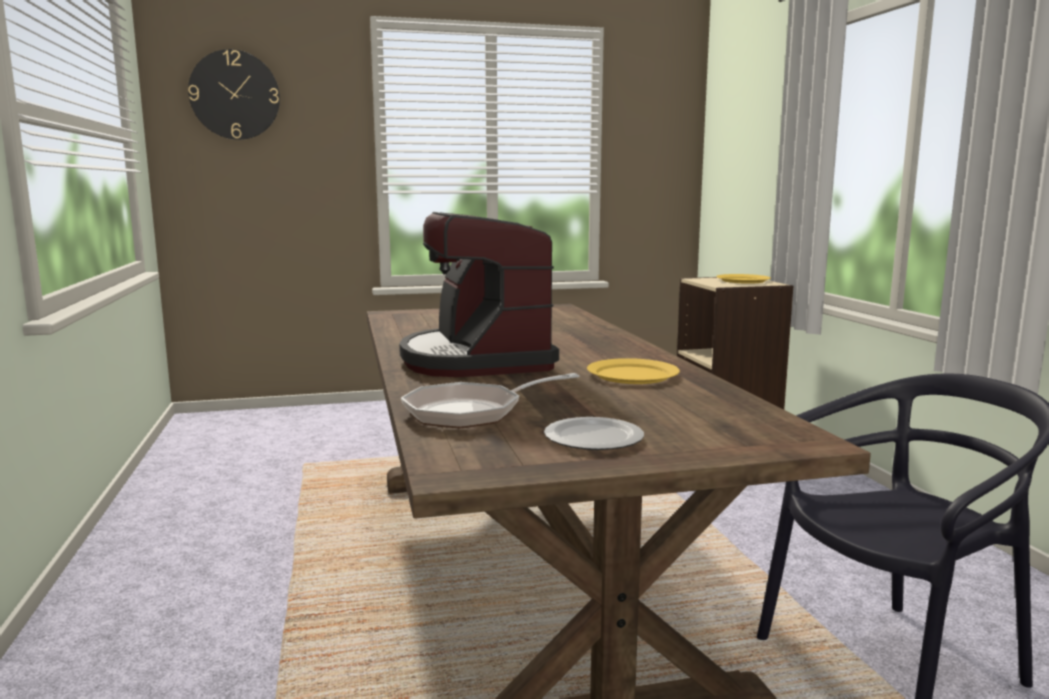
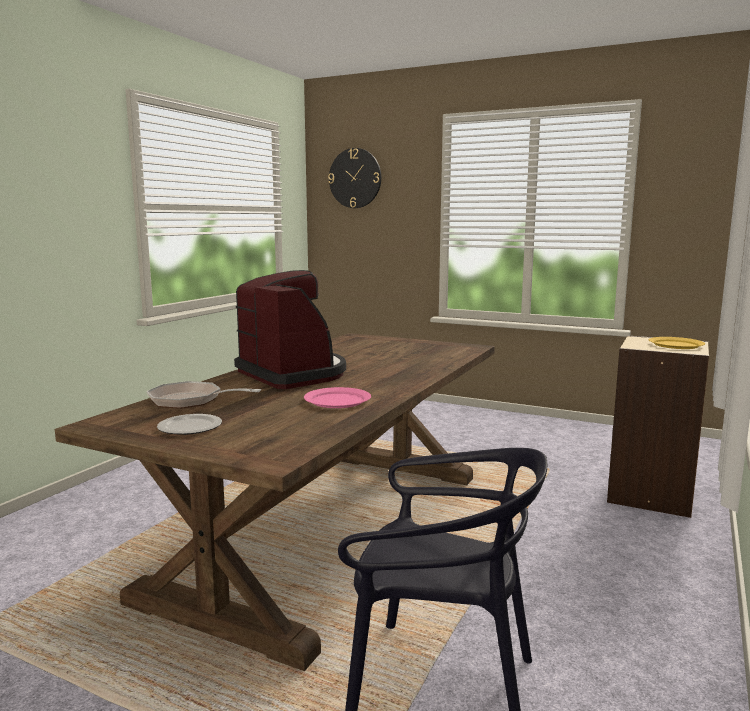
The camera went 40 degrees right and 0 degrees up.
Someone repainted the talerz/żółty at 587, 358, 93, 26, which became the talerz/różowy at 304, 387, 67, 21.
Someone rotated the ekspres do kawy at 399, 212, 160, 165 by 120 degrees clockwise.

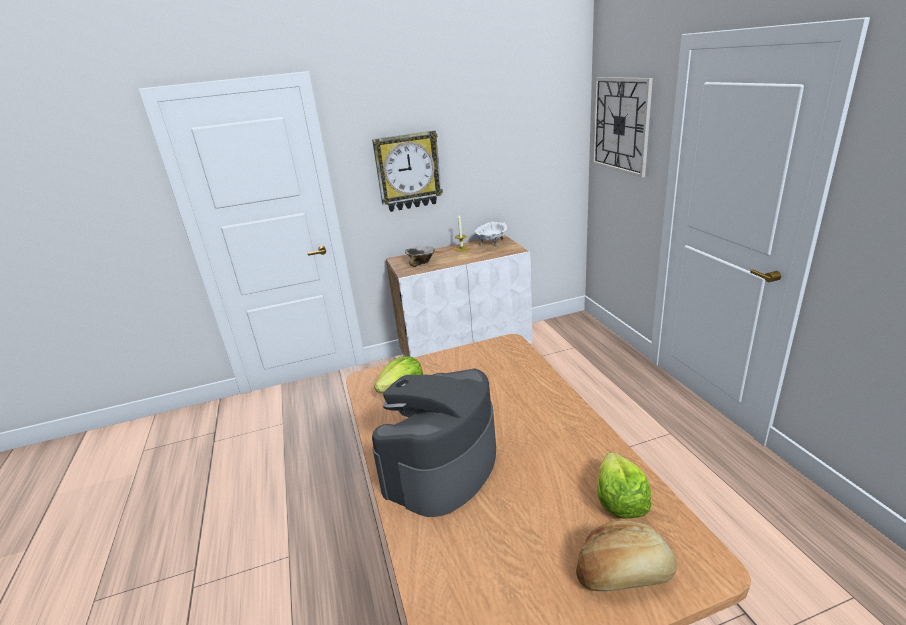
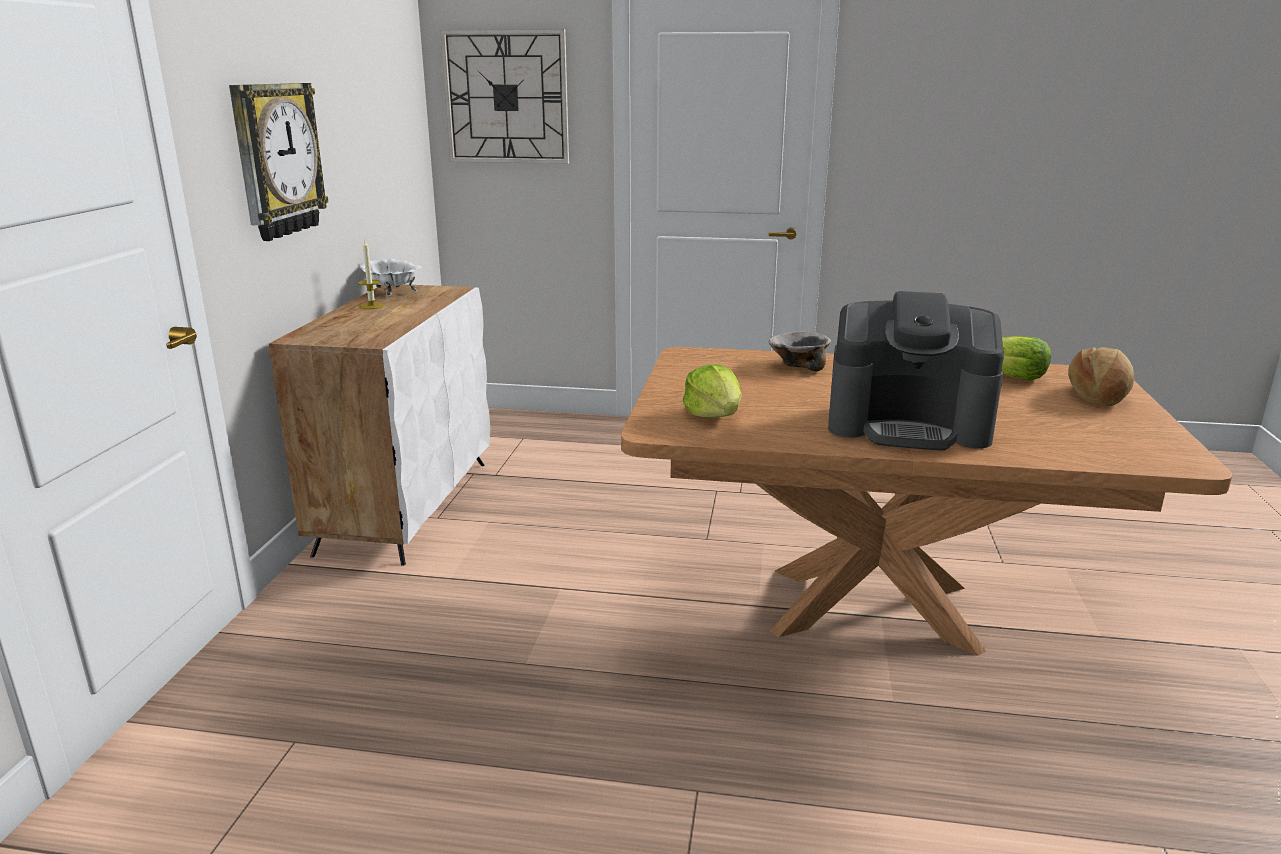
The camera went 65 degrees left and 5 degrees down.
Someone carried the miska from 405, 246, 30, 21 to 769, 331, 62, 40.
Someone rotated the ekspres do kawy at 372, 368, 124, 149 by 45 degrees counterclockwise.

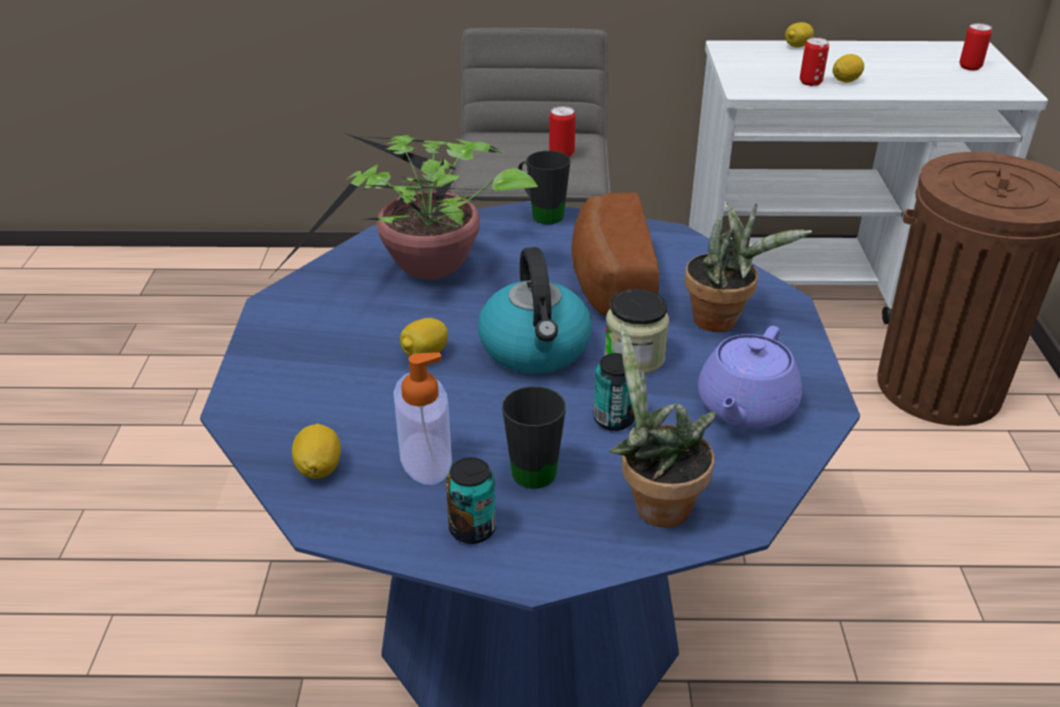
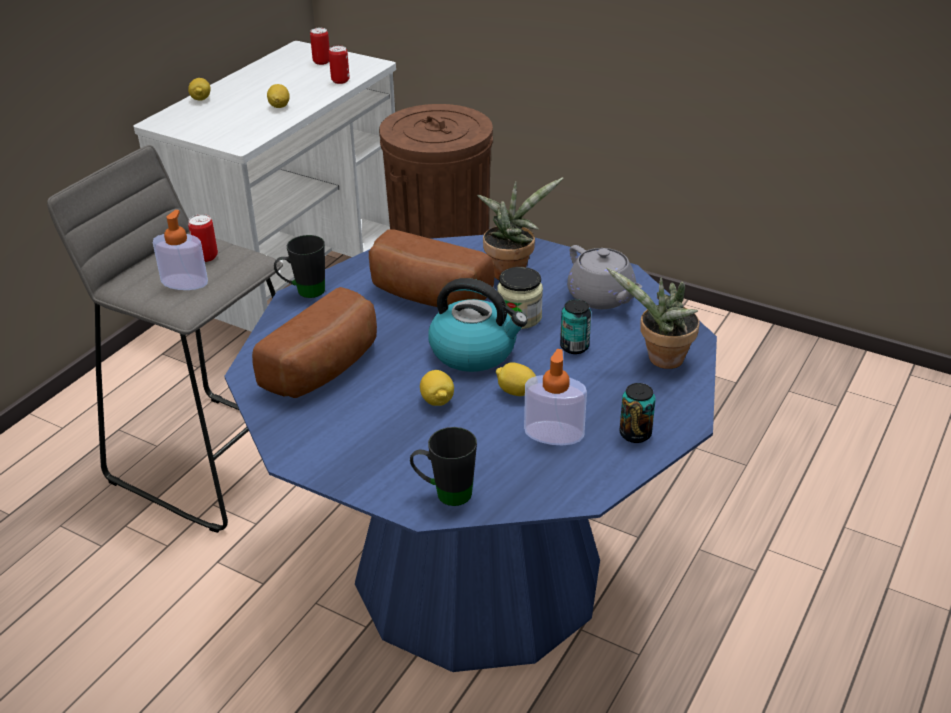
The camera went 60 degrees left and 0 degrees up.
Someone put down the dozownik mydła at 153, 210, 55, 80.
Someone carried the cytryna from 292, 424, 49, 55 to 496, 362, 40, 34.
Someone carried the kubek/czarny from 502, 386, 64, 103 to 410, 427, 67, 79.
Someone carried the puszka from 800, 37, 29, 49 to 329, 45, 21, 39.
Someone swapped the roślina doniczkowa at 272, 133, 266, 147 for the chleb at 252, 287, 125, 111.
Someone repainted the imbryk/fioletowy at 698, 326, 104, 103, which became the imbryk/szary at 567, 245, 75, 64.

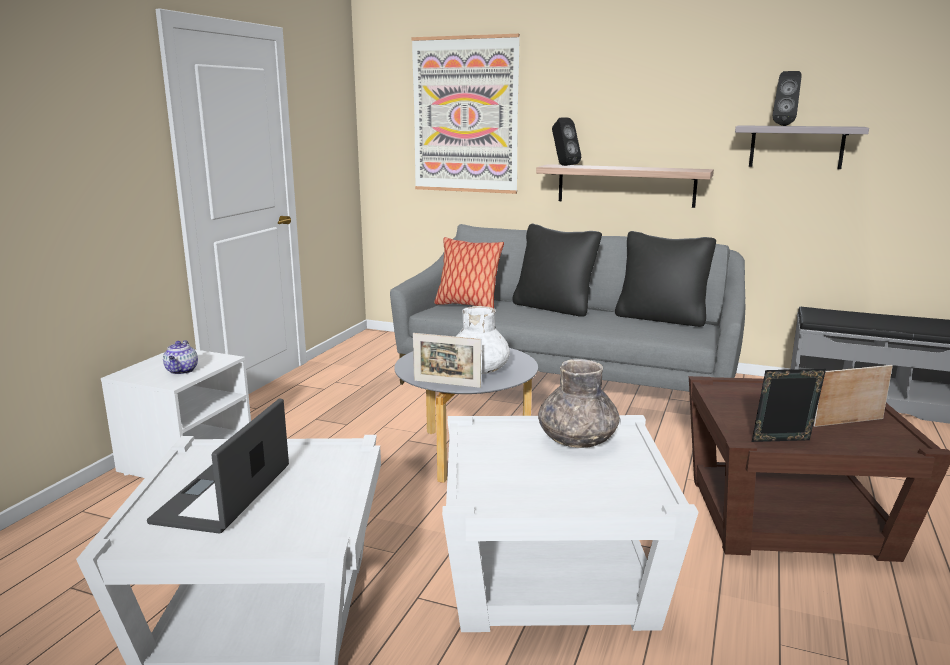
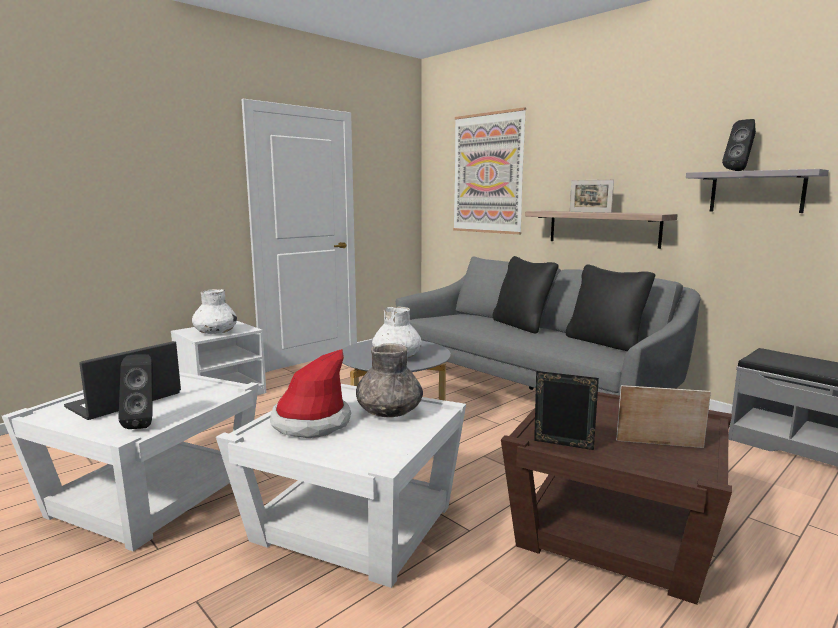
The camera went 25 degrees right and 5 degrees down.
Someone took away the poduszka at 434, 237, 70, 71.
Someone put down the kapelusz at 270, 349, 81, 89.
Someone carried the ramka na zdjęcie from 413, 333, 68, 55 to 570, 179, 44, 34.
Someone carried the głośnik/czarny from 552, 117, 29, 49 to 119, 354, 34, 75.
Someone swapped the imbryk at 163, 340, 35, 35 for the wazon/biały at 192, 289, 45, 45.

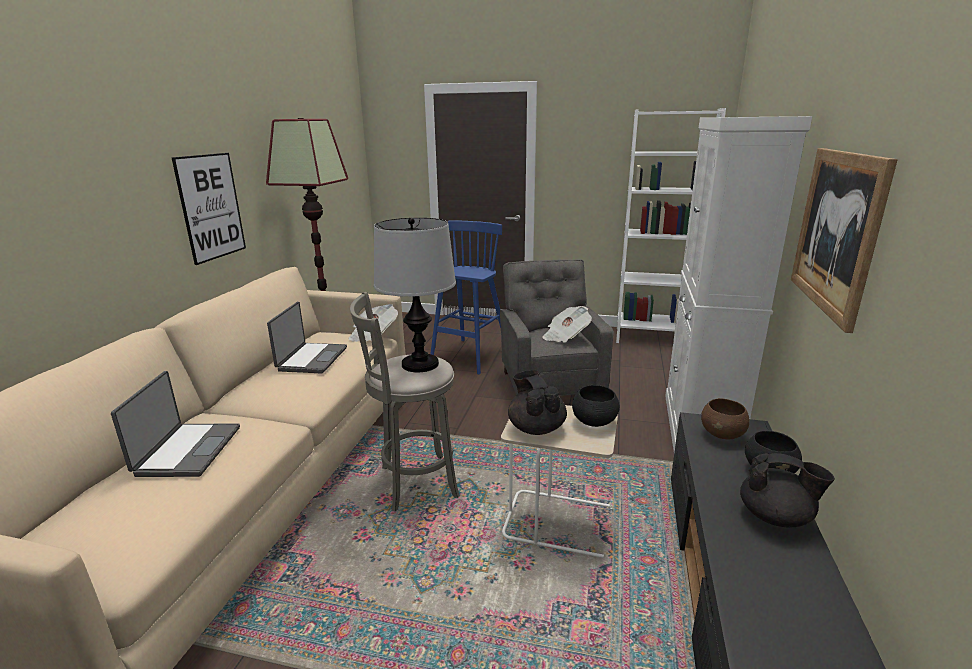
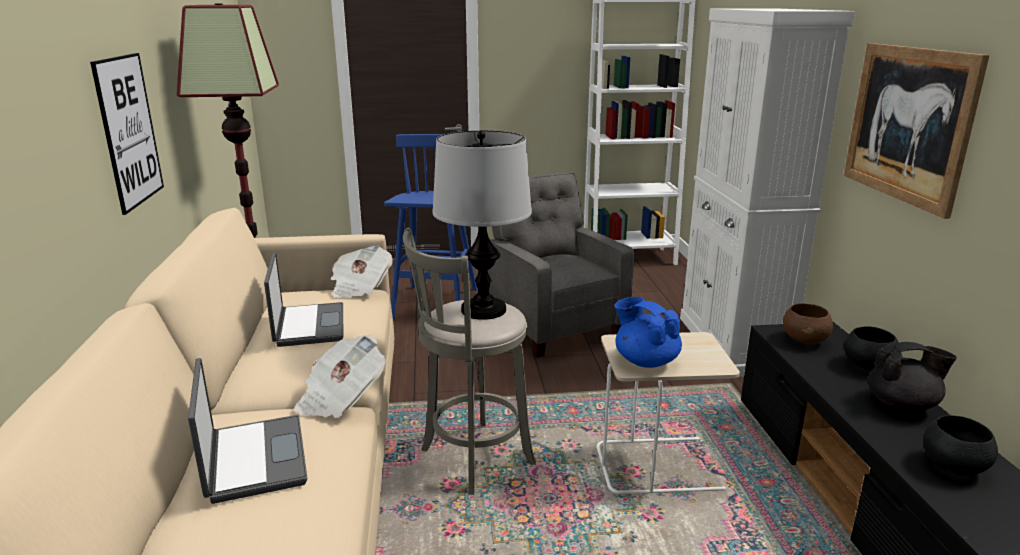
The camera went 20 degrees left and 0 degrees up.
Someone carried the gazeta from 542, 306, 50, 37 to 294, 335, 91, 83.
Someone carried the miska/czarny from 572, 385, 48, 42 to 923, 415, 75, 60.
Someone repainted the imbryk/czarny at 508, 370, 59, 65, which became the imbryk/niebieski at 615, 297, 67, 71.

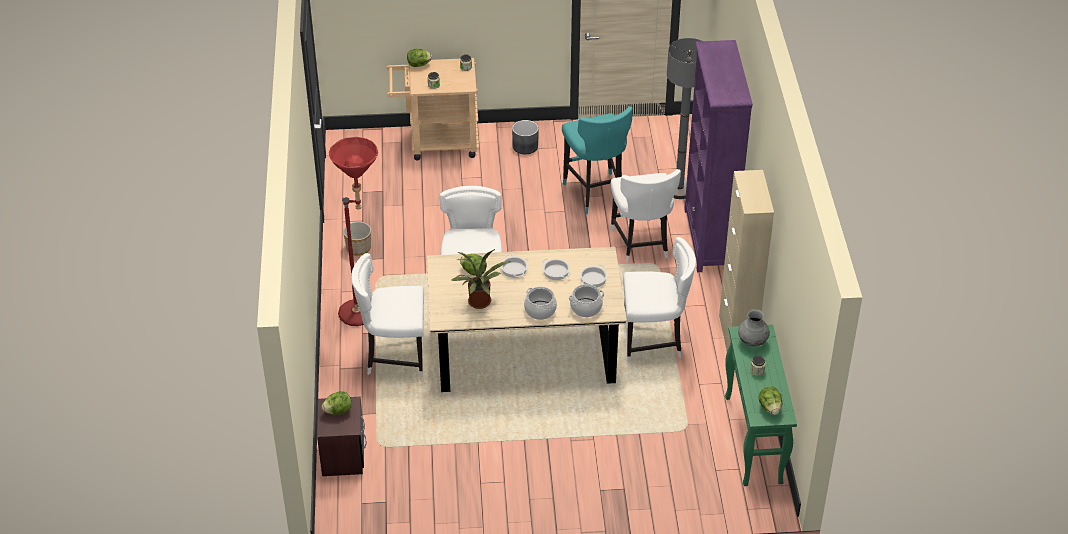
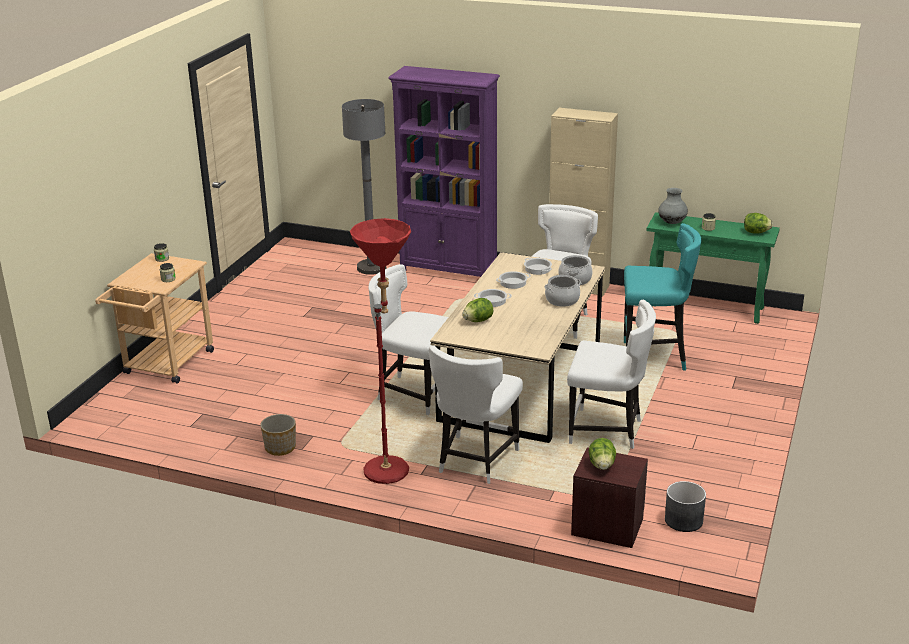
The camera went 65 degrees left and 15 degrees down.
Someone took away the sałata at 407, 49, 25, 18.
Someone took away the roślina doniczkowa at 451, 249, 60, 60.
Someone carried the donica/szary from 512, 120, 26, 34 to 665, 481, 41, 51.
Someone carried the stołek/turkusowy from 562, 106, 71, 108 to 624, 223, 78, 148.
Someone carried the krzesło/biały from 611, 169, 70, 94 to 567, 300, 89, 149.

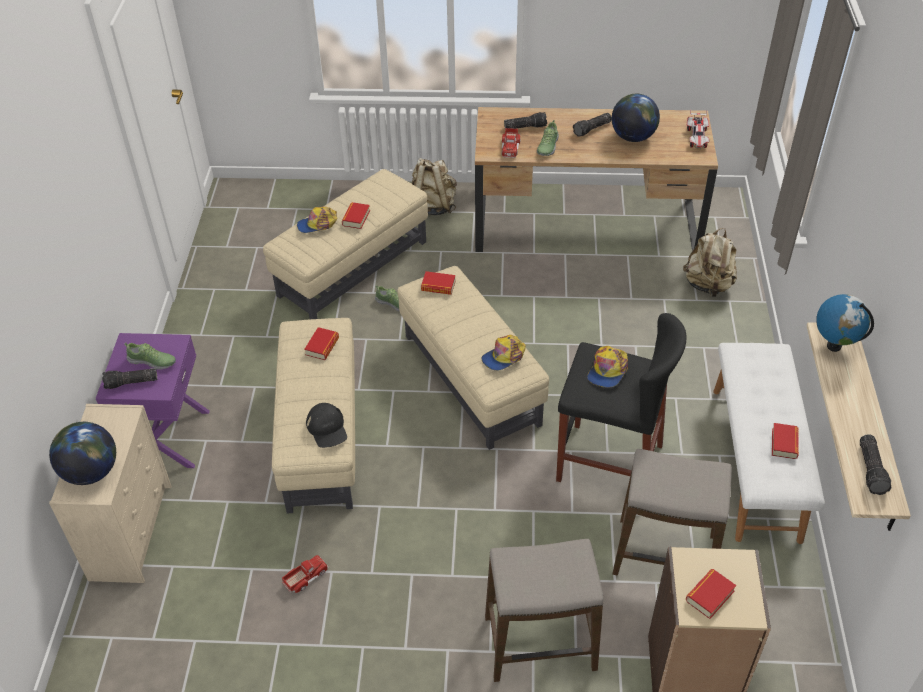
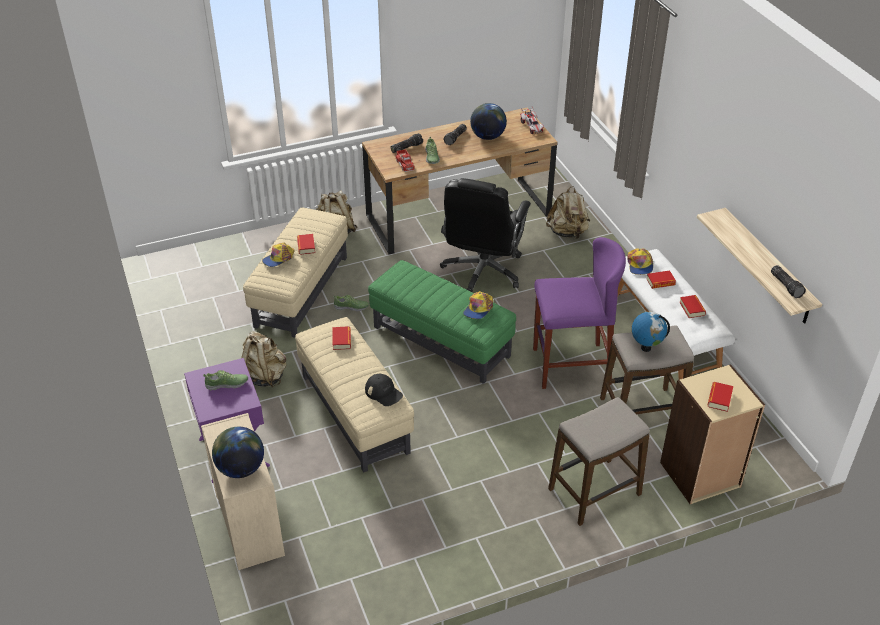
The camera went 25 degrees left and 5 degrees down.
Someone took away the latarka at 102, 368, 55, 21.
Someone took away the ciężarówka zabawkowa at 282, 555, 47, 38.
Someone put down the plecak/beżowy at 241, 331, 45, 56.
Someone put down the krzesło biurowe/czarny at 440, 178, 91, 114.
Someone carried the książka from 421, 271, 35, 24 to 646, 271, 30, 18.
Someone carried the czapka z daszkiem from 587, 346, 41, 42 to 627, 248, 26, 27.
Someone carried the globus from 816, 294, 58, 58 to 632, 312, 38, 40.
Someone repainted the pufa/beżowy at 397, 266, 152, 184, which became the pufa/zielony at 368, 260, 148, 124.
Someone repainted the stołek/czarny at 556, 313, 131, 169, which became the stołek/fioletowy at 533, 237, 93, 152.

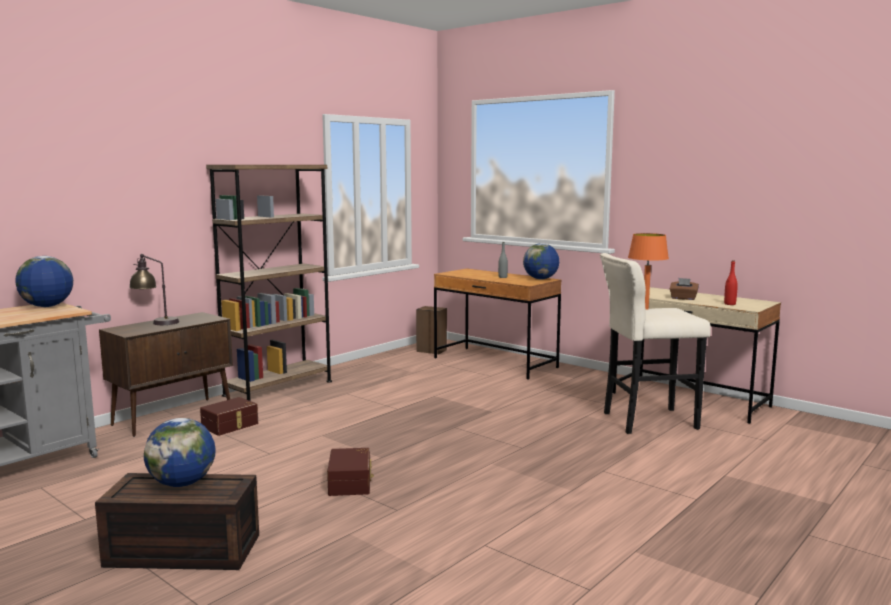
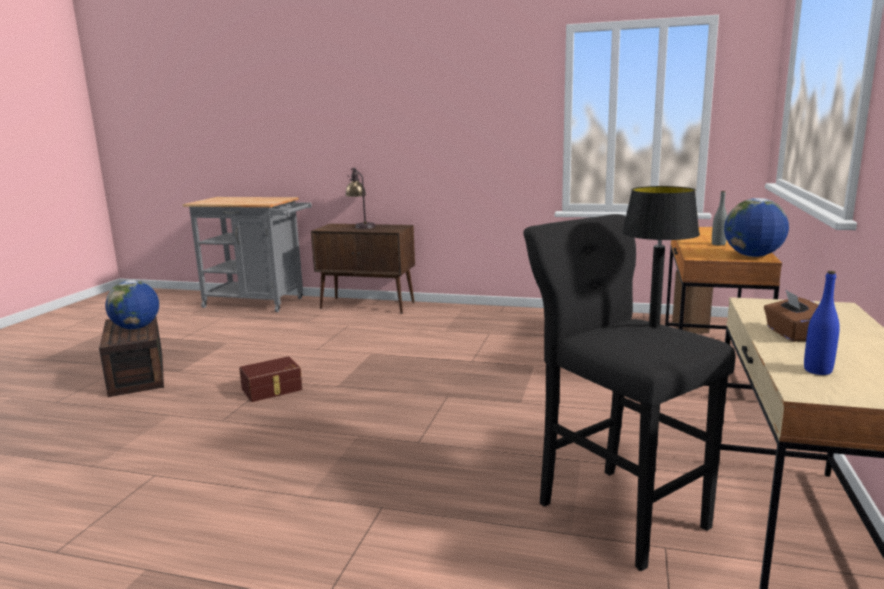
The camera went 65 degrees right and 5 degrees up.
Someone took away the globus at 16, 256, 57, 51.
Someone took away the pojemnik do przechowywania/brązowy at 200, 397, 58, 39.
Someone took away the regał/brązowy at 206, 165, 126, 236.
Someone repainted the stołek/beżowy at 600, 253, 111, 181, which became the stołek/czarny at 524, 214, 211, 357.
Someone repainted the lampa stołowa/pomarańczowy at 628, 233, 41, 77, which became the lampa stołowa/czarny at 622, 186, 78, 141.
Someone repainted the butelka/czerwony at 724, 260, 14, 45, which became the butelka/niebieski at 804, 271, 36, 104.

